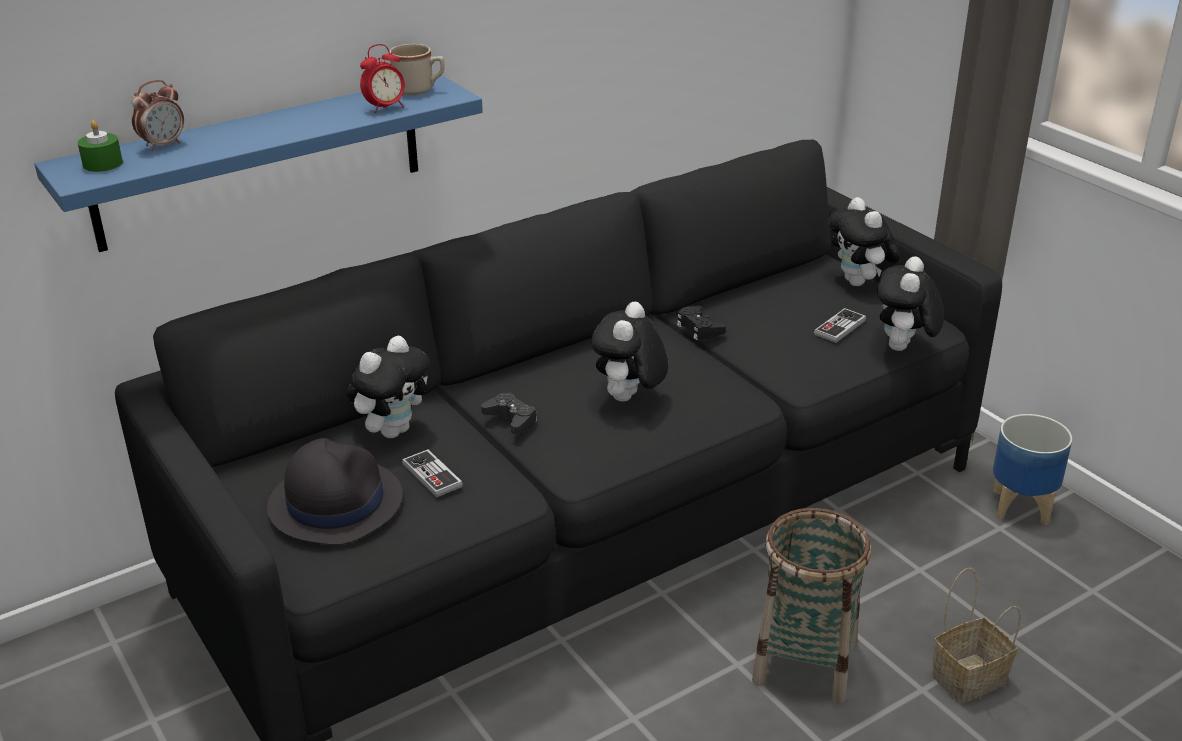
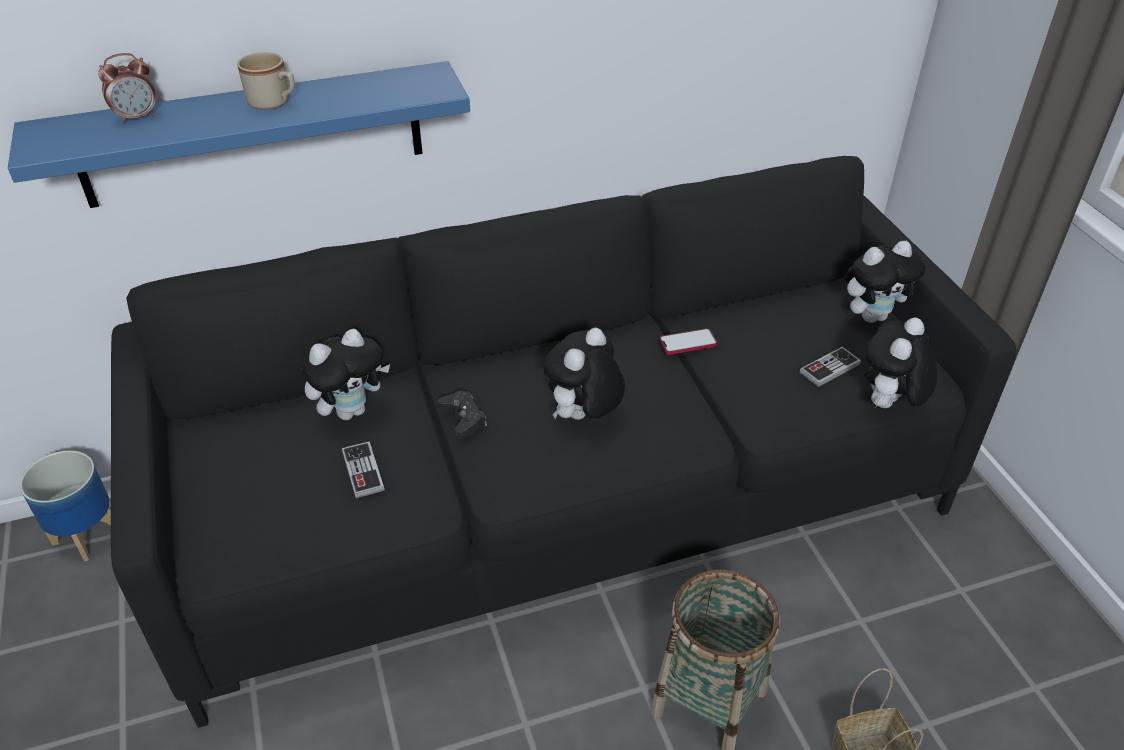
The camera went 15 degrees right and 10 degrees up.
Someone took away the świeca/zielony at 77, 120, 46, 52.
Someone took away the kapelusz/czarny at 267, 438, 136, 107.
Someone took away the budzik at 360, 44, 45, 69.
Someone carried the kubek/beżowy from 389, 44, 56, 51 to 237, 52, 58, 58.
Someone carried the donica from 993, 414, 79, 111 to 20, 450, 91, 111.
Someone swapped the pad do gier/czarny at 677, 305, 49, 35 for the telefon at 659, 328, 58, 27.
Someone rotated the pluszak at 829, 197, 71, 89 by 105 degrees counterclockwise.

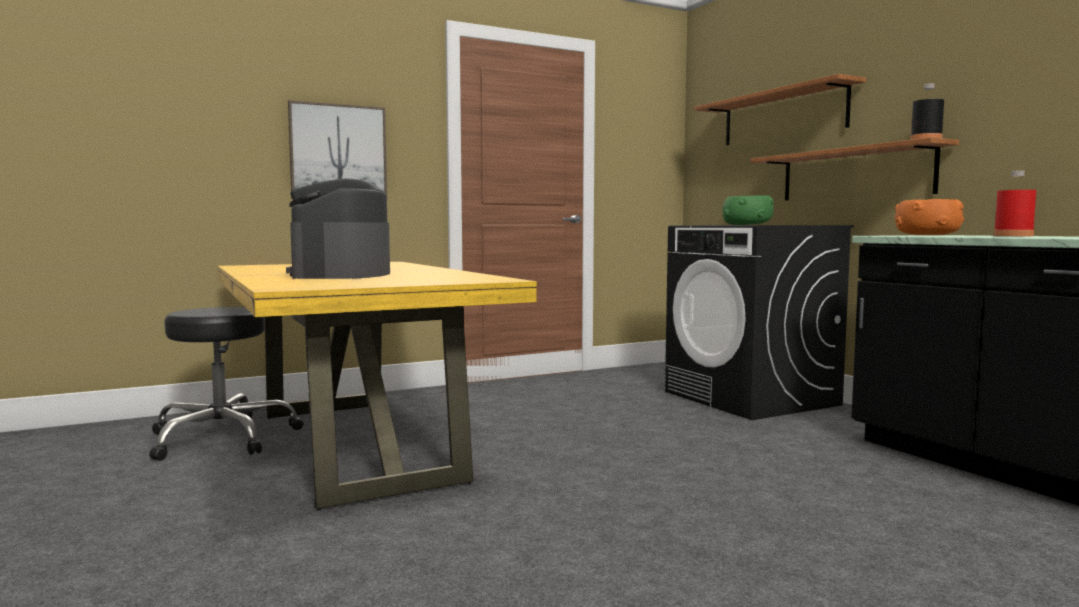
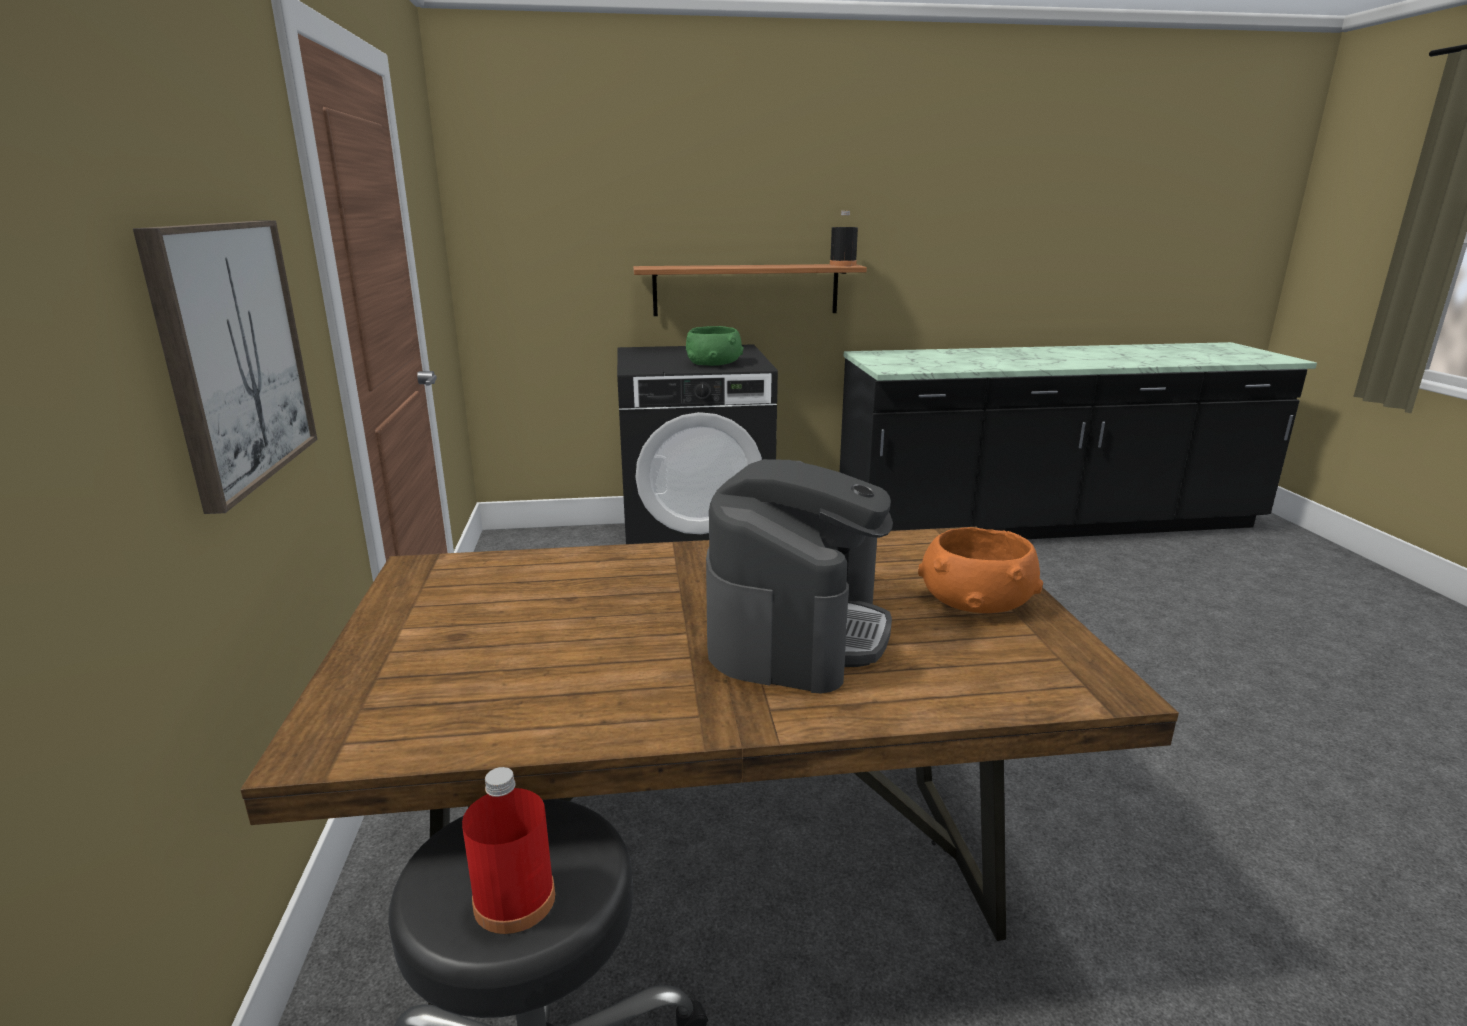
The camera went 70 degrees left and 15 degrees up.
Someone took away the półka at 694, 74, 172, 71.
Someone carried the miska/pomarańczowy from 895, 199, 69, 36 to 918, 527, 125, 86.
Someone carried the butelka/czerwony from 994, 170, 42, 66 to 462, 767, 93, 167.
Someone repainted the stół jadalny/żółty at 218, 262, 319, 248, which became the stół jadalny/brązowy at 240, 527, 939, 478.
Someone rotated the ekspres do kawy at 286, 178, 104, 101 by 90 degrees counterclockwise.

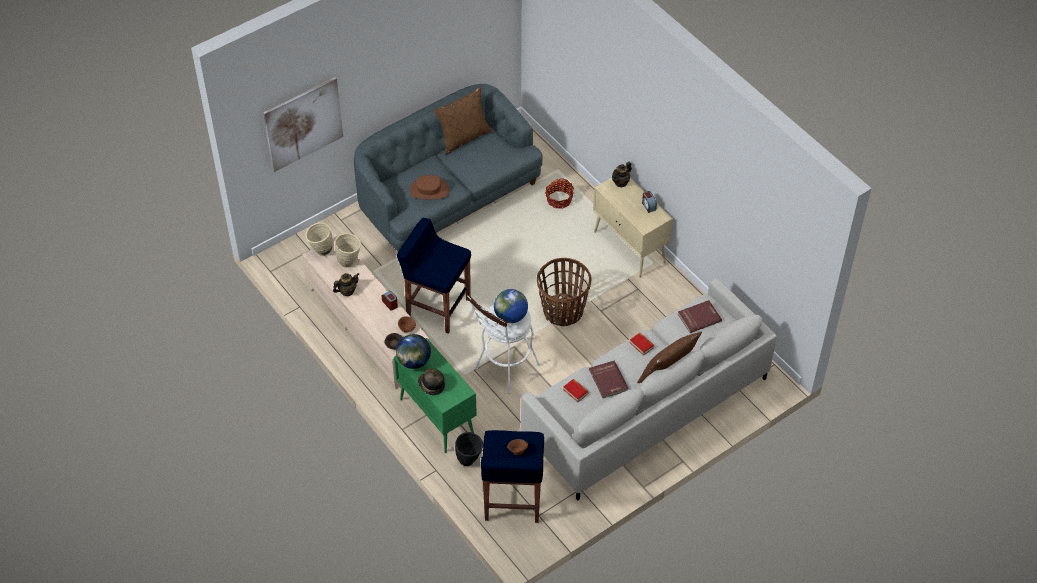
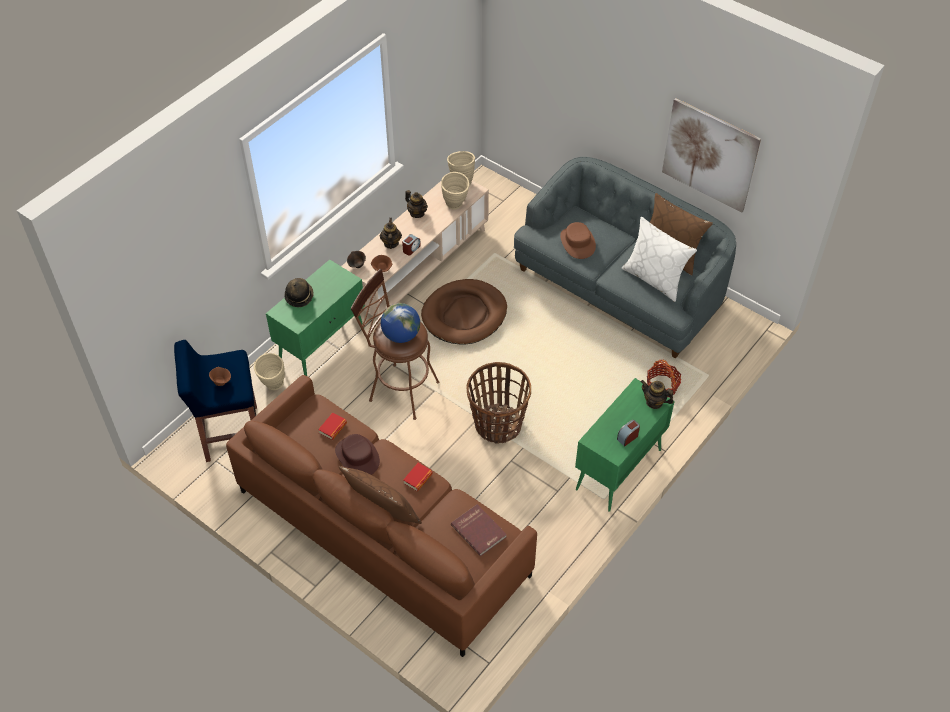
The camera went 75 degrees right and 0 degrees up.
Someone took away the globus at 396, 334, 35, 35.
Someone put down the imbryk at 380, 218, 22, 31.
Someone put down the poduszka/biały at 622, 217, 75, 85.
Someone carried the obraz from 263, 77, 80, 95 to 662, 98, 99, 115.
Someone swapped the stołek/niebieski at 397, 218, 74, 116 for the legowisko/brązowy at 421, 279, 86, 66.
Someone swapped the książka/czerwony at 589, 360, 39, 38 for the kapelusz/brązowy at 335, 434, 45, 41.
Someone repainted the wazon/czarny at 455, 432, 28, 34, which became the wazon/beżowy at 254, 353, 31, 37.
Someone repainted the stołek/biały at 467, 295, 73, 99, which became the stołek/brązowy at 351, 269, 89, 151.
Someone repainted the kanapa/szary at 521, 279, 256, 222, which became the kanapa/brązowy at 226, 375, 311, 282.
Someone repainted the szafka/beżowy at 593, 178, 80, 100, which became the szafka/zielony at 575, 378, 100, 134.

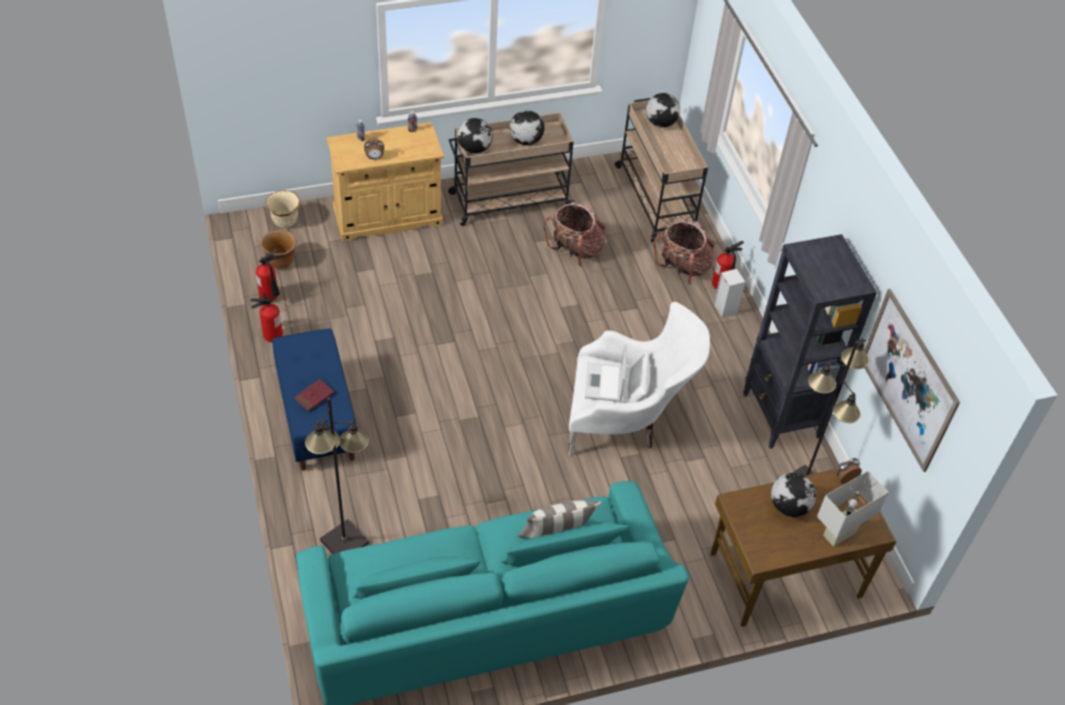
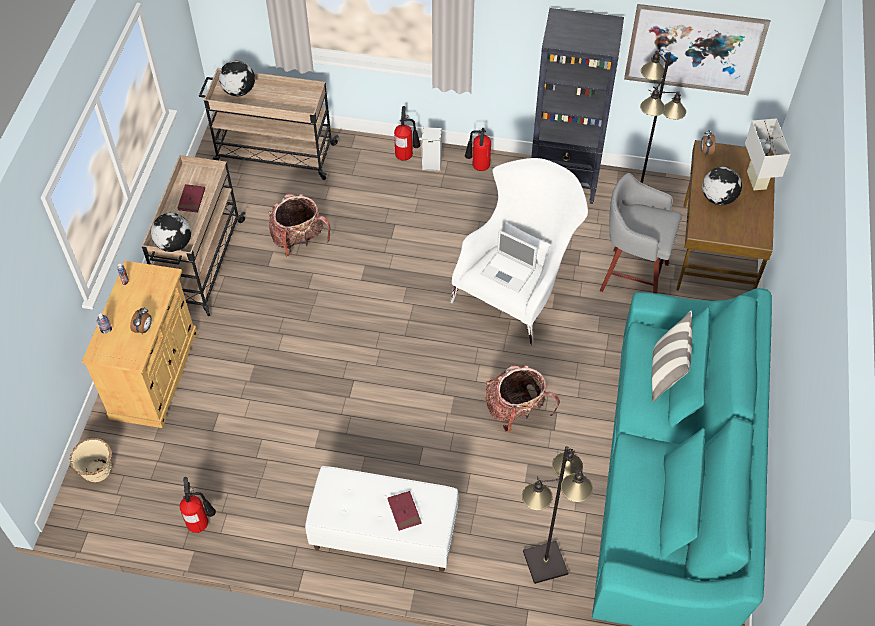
The camera went 60 degrees left and 5 degrees up.
Someone took away the donica/brązowy at 260, 230, 37, 39.
Someone put down the stołek/szary at 600, 173, 82, 121.
Someone carried the gaśnica from 250, 293, 33, 49 to 465, 128, 26, 43.
Someone carried the plecak from 654, 219, 60, 66 to 485, 365, 75, 67.
Someone swapped the globus at 509, 110, 35, 35 for the książka/czerwony at 177, 184, 28, 29.
Someone repainted the ławka/niebieski at 272, 328, 84, 143, which became the ławka/biały at 305, 466, 154, 106.

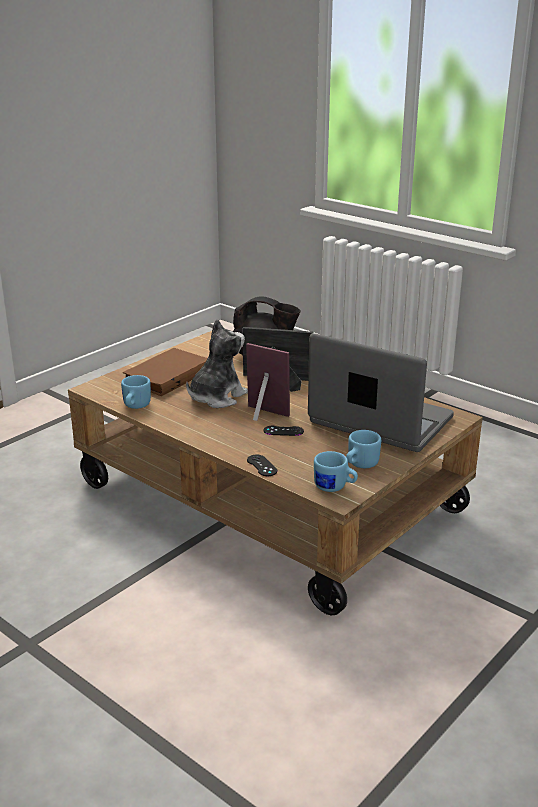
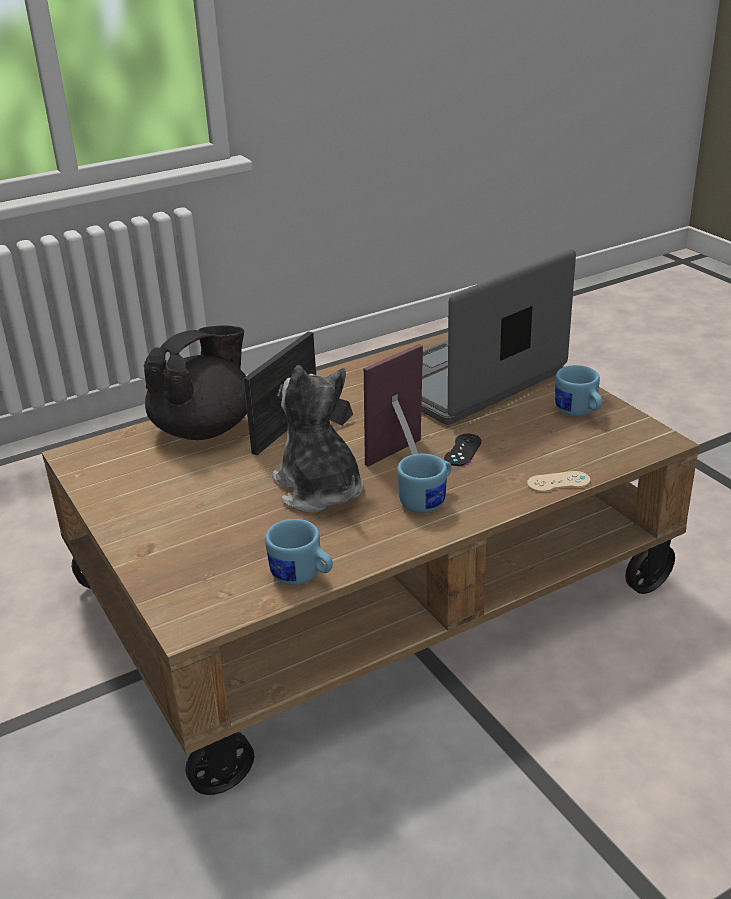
The camera went 70 degrees left and 5 degrees up.
Someone took away the książka/brązowy at 123, 348, 84, 48.
Someone carried the kubek/niebieski from 314, 451, 44, 41 to 397, 454, 54, 59.
Someone repainted the pad do gier/czarny at 247, 455, 30, 21, which became the pad do gier/beżowy at 527, 471, 63, 21.

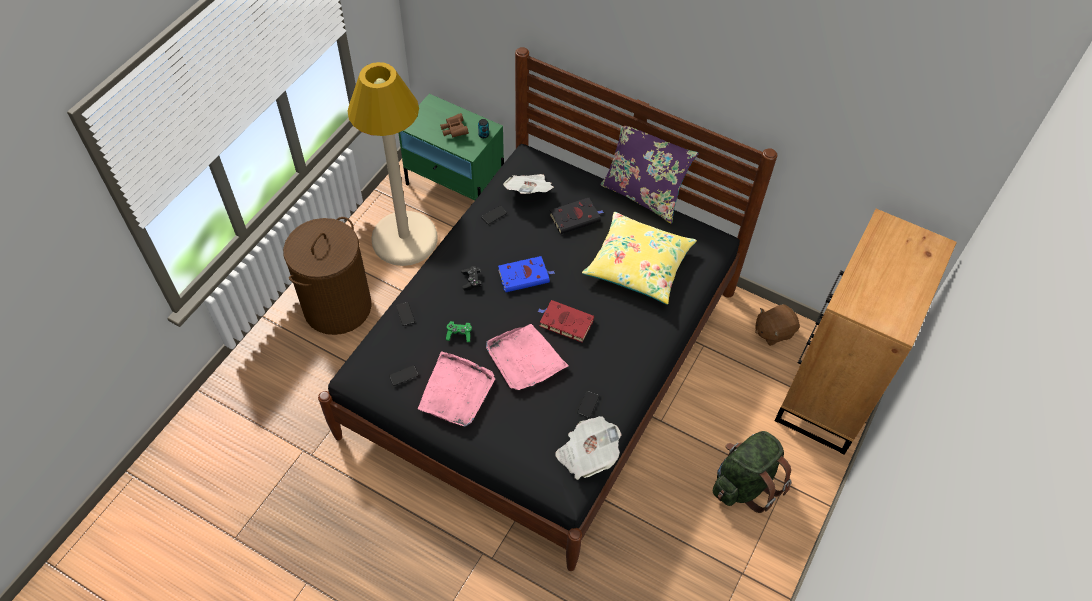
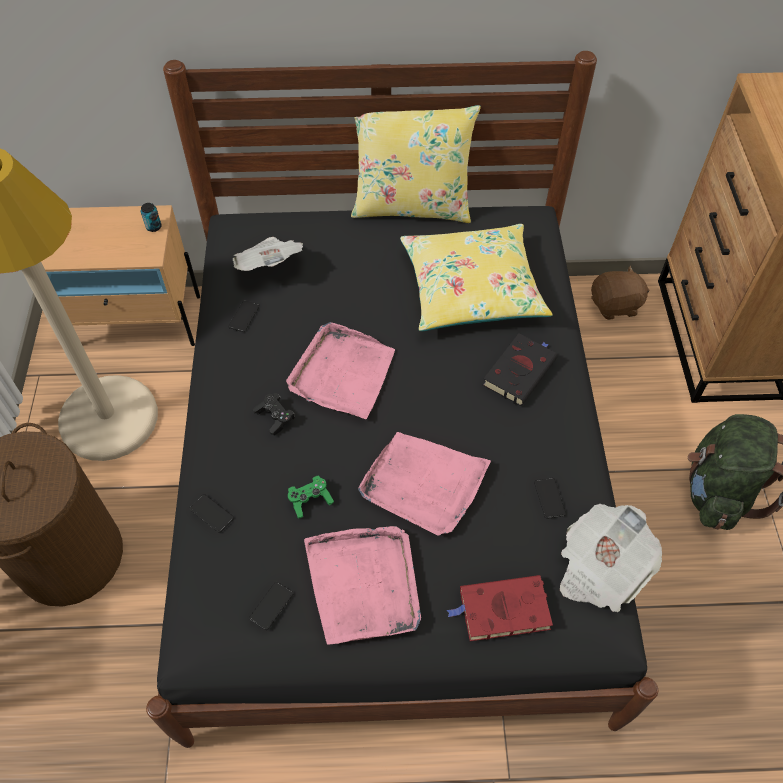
The camera went 30 degrees left and 0 degrees up.
Someone took away the lornetka/brązowy at 440, 113, 29, 25.
Someone carried the książka/czerwony from 537, 300, 57, 43 to 447, 575, 106, 66.
Someone carried the książka/czarny from 550, 198, 54, 36 to 483, 334, 74, 72.
Someone swapped the książka/niebieski at 498, 256, 57, 36 for the taca/różowy at 286, 322, 109, 97.
Someone repainted the szafka nocna/zielony at 399, 94, 105, 106, which became the szafka nocna/beżowy at 41, 205, 159, 141.
Someone repainted the poduszka/fioletowy at 600, 125, 99, 99, which became the poduszka/żółty at 351, 105, 130, 118.
Someone rotated the pluszak/brązowy at 755, 304, 45, 42 by 135 degrees counterclockwise.

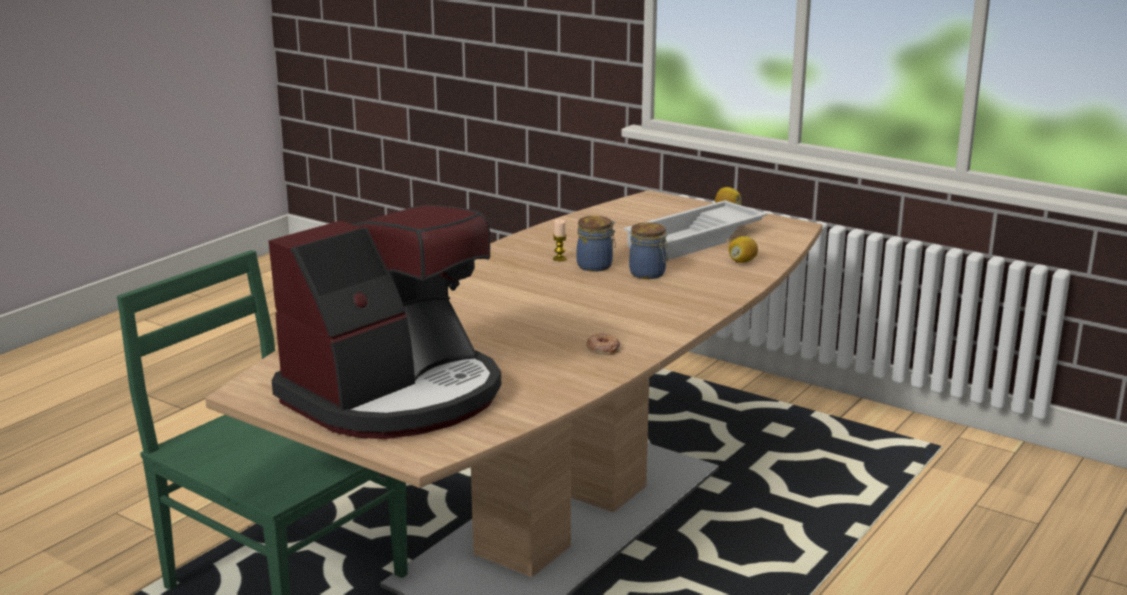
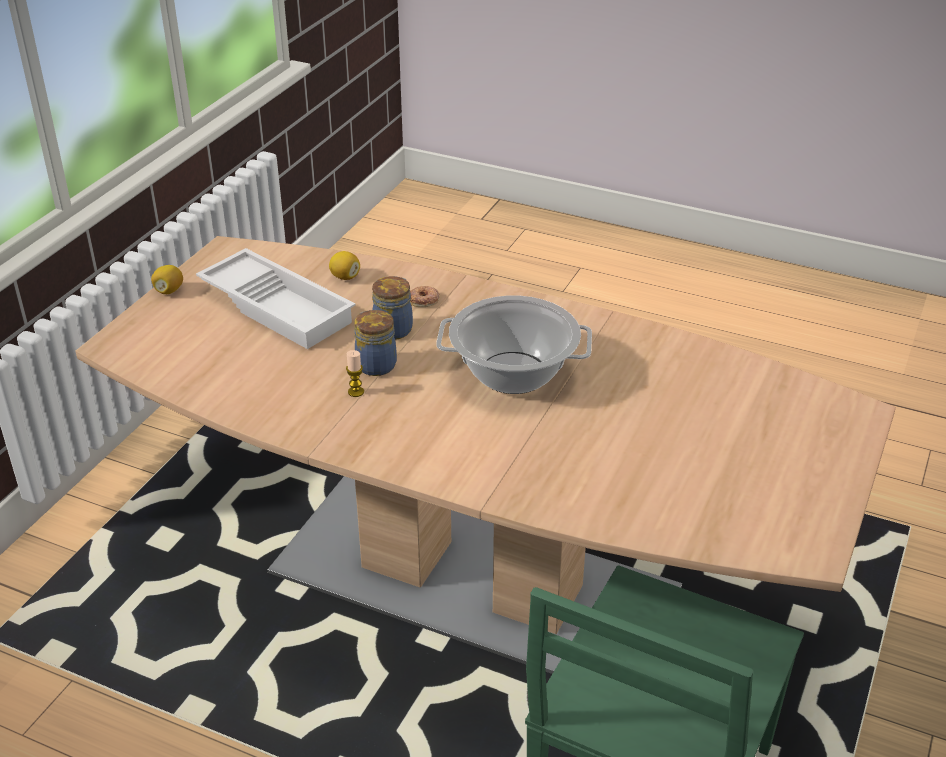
The camera went 100 degrees left and 15 degrees up.
Someone took away the ekspres do kawy at 268, 204, 233, 235.
Someone put down the garnek at 436, 295, 156, 99.
Someone carried the donut from 586, 333, 34, 22 to 410, 286, 30, 21.

